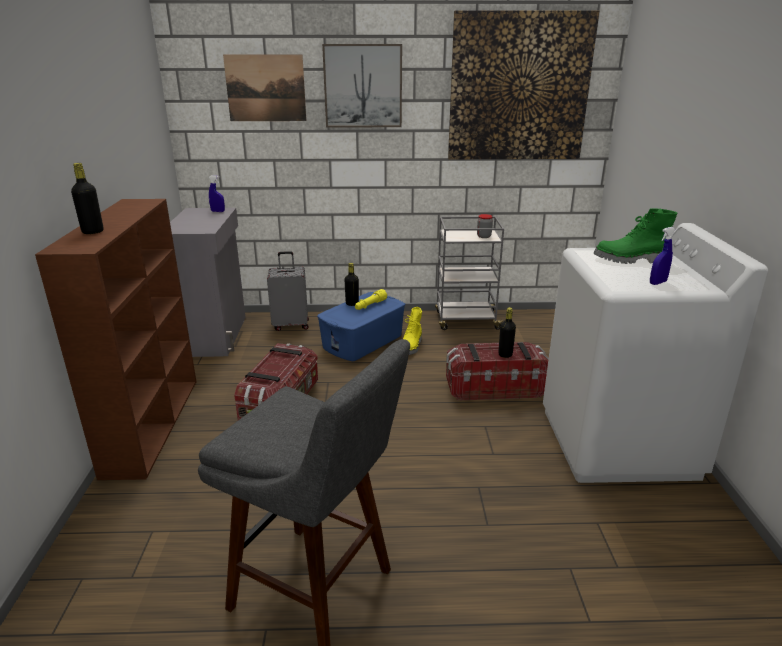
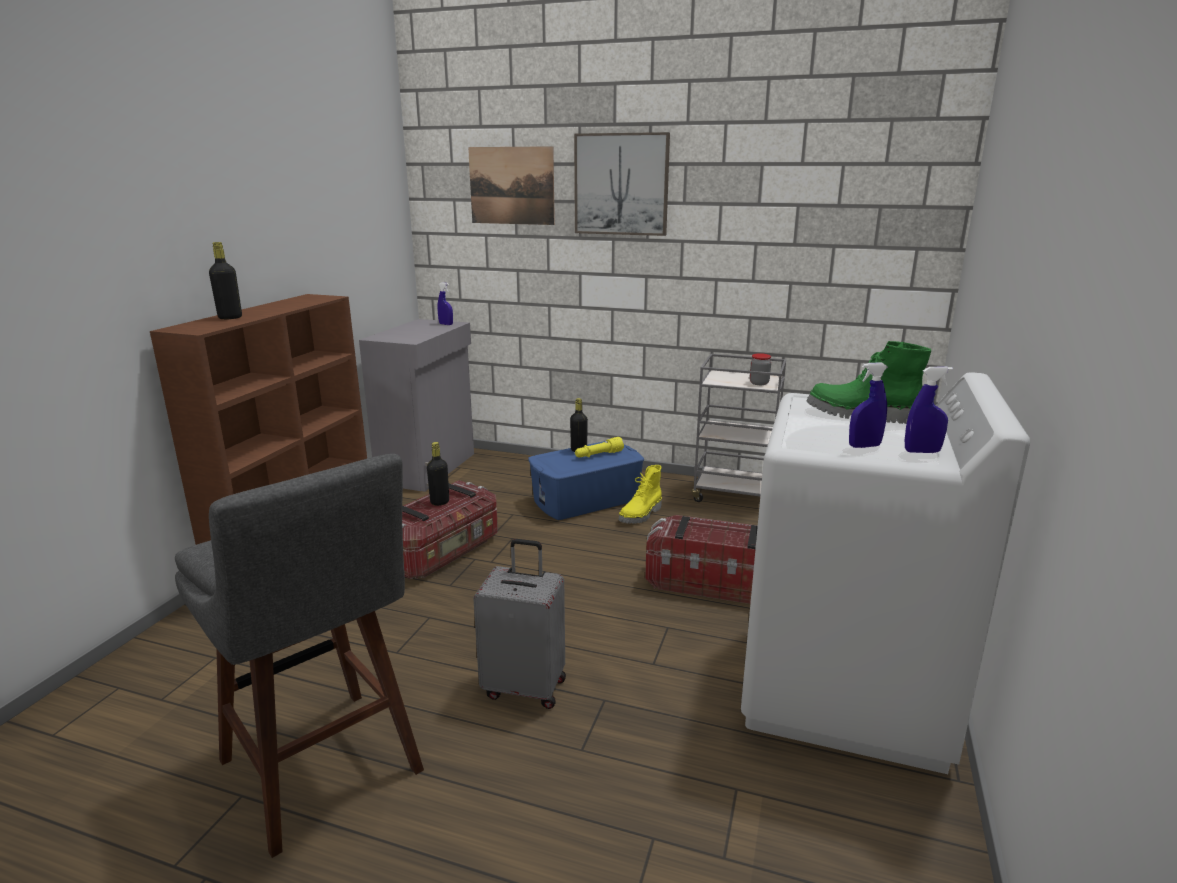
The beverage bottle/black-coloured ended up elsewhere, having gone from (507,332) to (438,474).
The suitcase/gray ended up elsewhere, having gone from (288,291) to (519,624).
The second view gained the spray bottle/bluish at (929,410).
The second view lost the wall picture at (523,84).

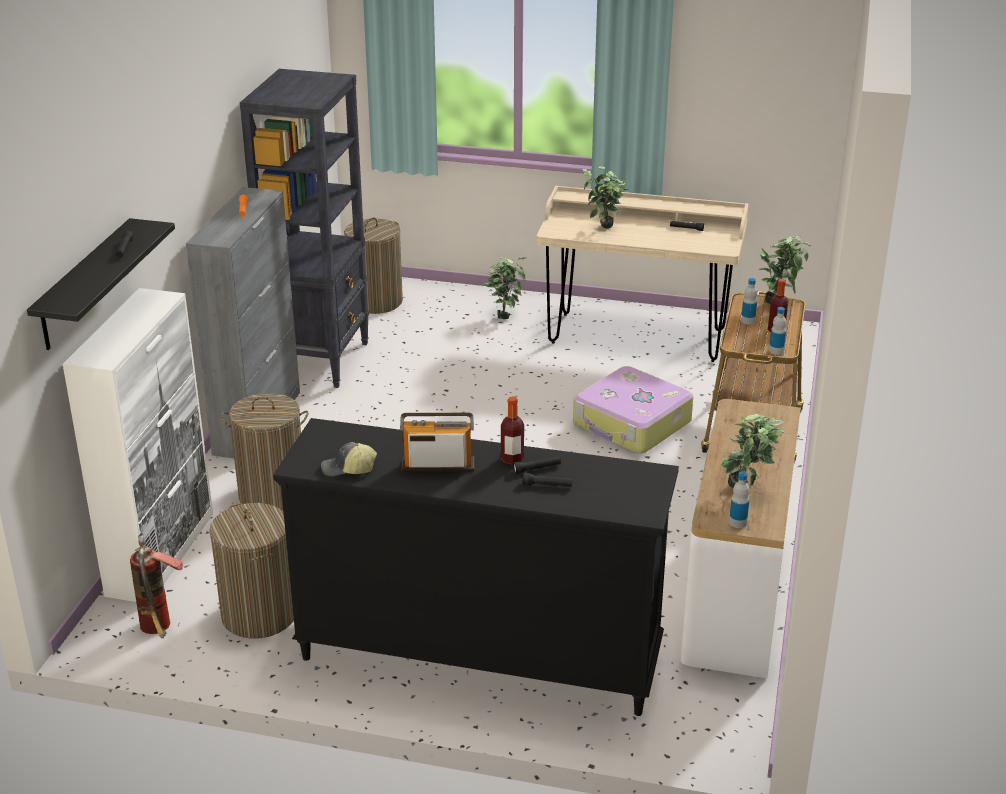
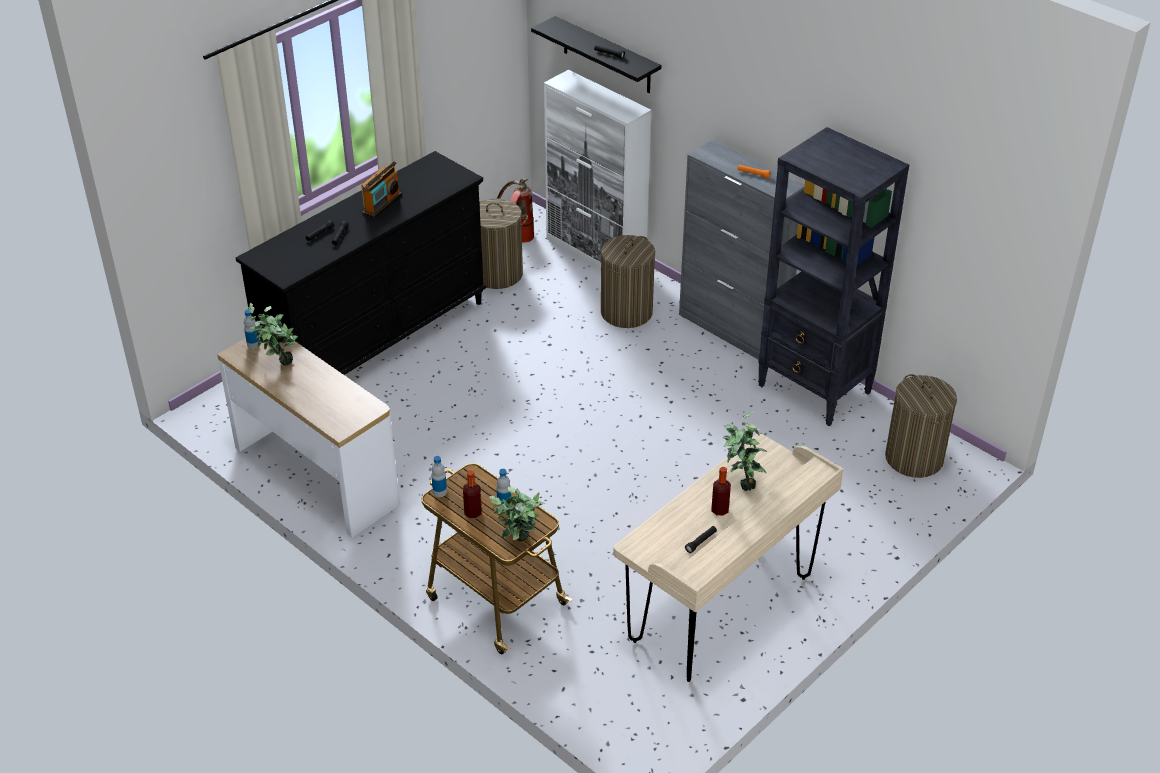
The beverage bottle ended up elsewhere, having gone from (512,430) to (721,491).
The second view lost the baseball cap at (349,459).
The second view lost the plant in a pot at (505,288).
The second view lost the suitcase at (633,410).

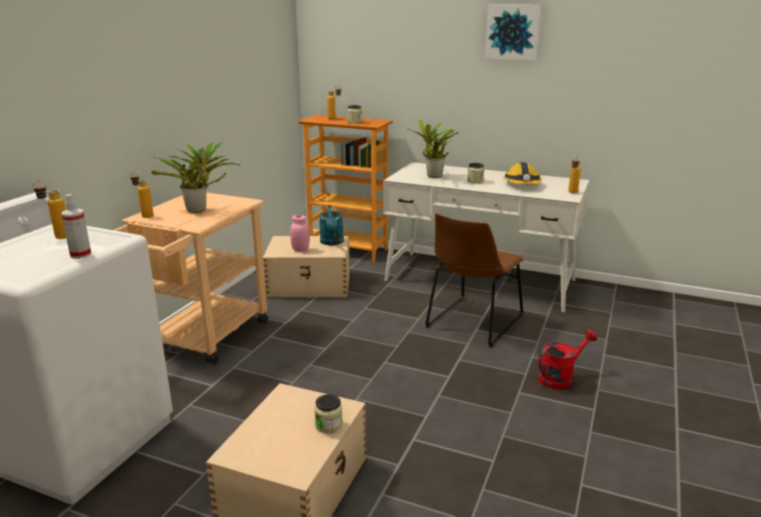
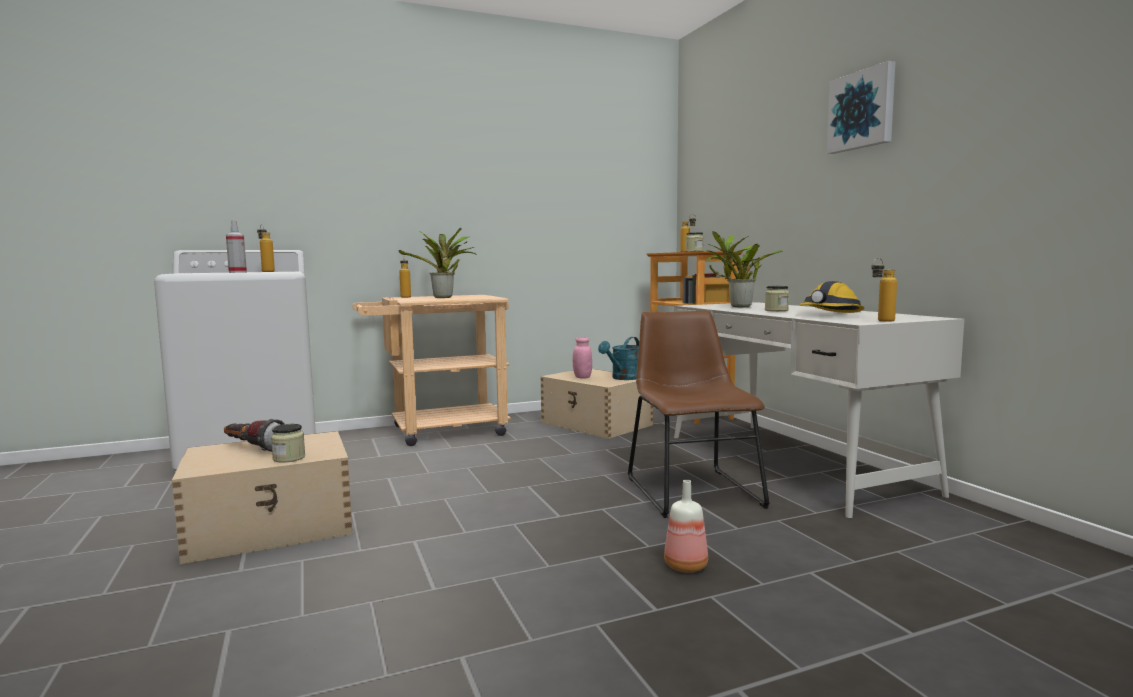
The second view gained the flashlight at (254,435).
The plain chair/brown-coloured at (474,280) ended up facing another way, 90 degrees clockwise from before.
Where the watering can/reddish stood at (567,359), the beverage bottle came to stand at (686,526).

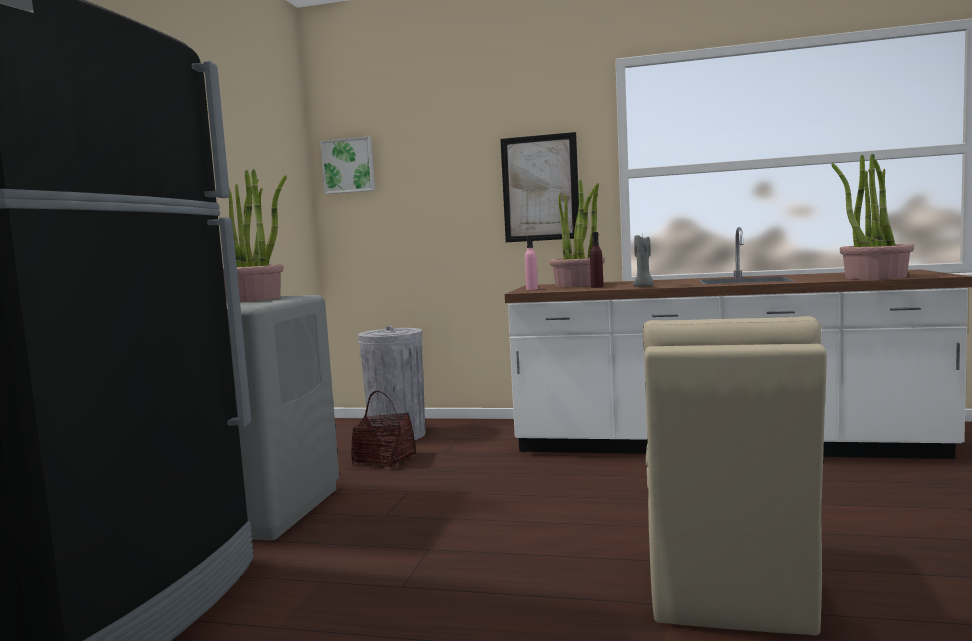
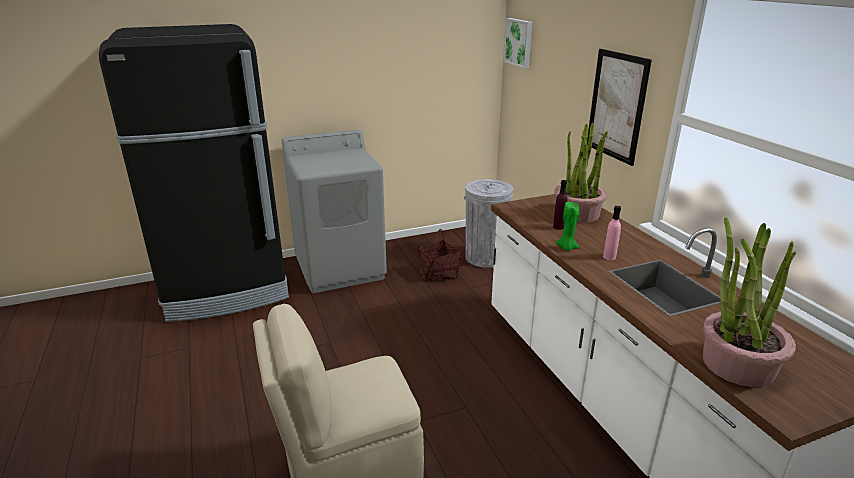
What was the wax candle/gray at (643,261) turned into the wax candle/green at (567,226).
The beverage bottle/pink ended up elsewhere, having gone from (531,263) to (612,233).
The second view lost the plant in a pot at (255,236).

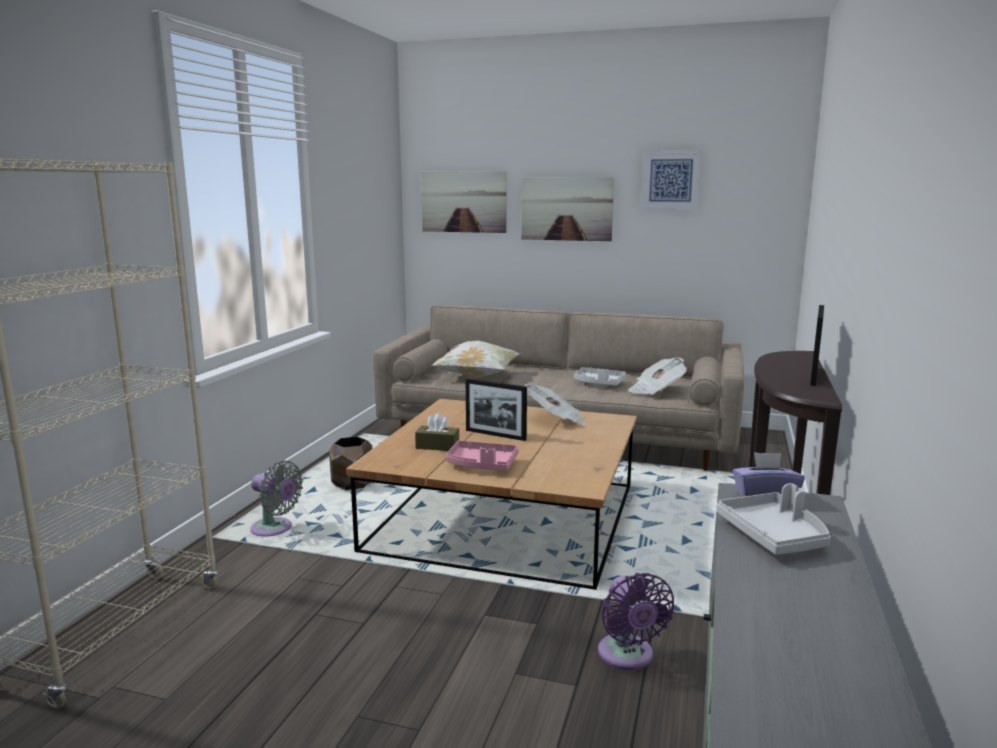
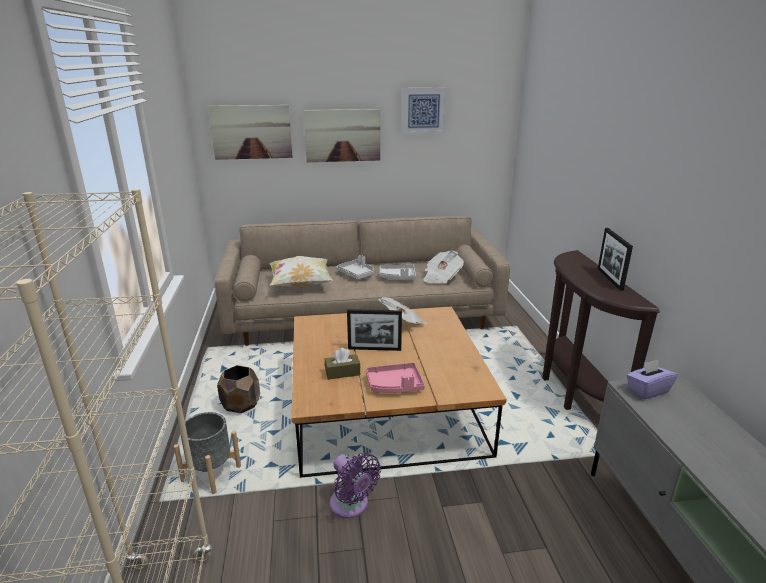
Where the fan/gray stood at (276,499), the planter/gray came to stand at (207,453).
The fan/purple-coloured ended up elsewhere, having gone from (636,621) to (355,485).
The serving tray/gray ended up elsewhere, having gone from (773,519) to (355,267).

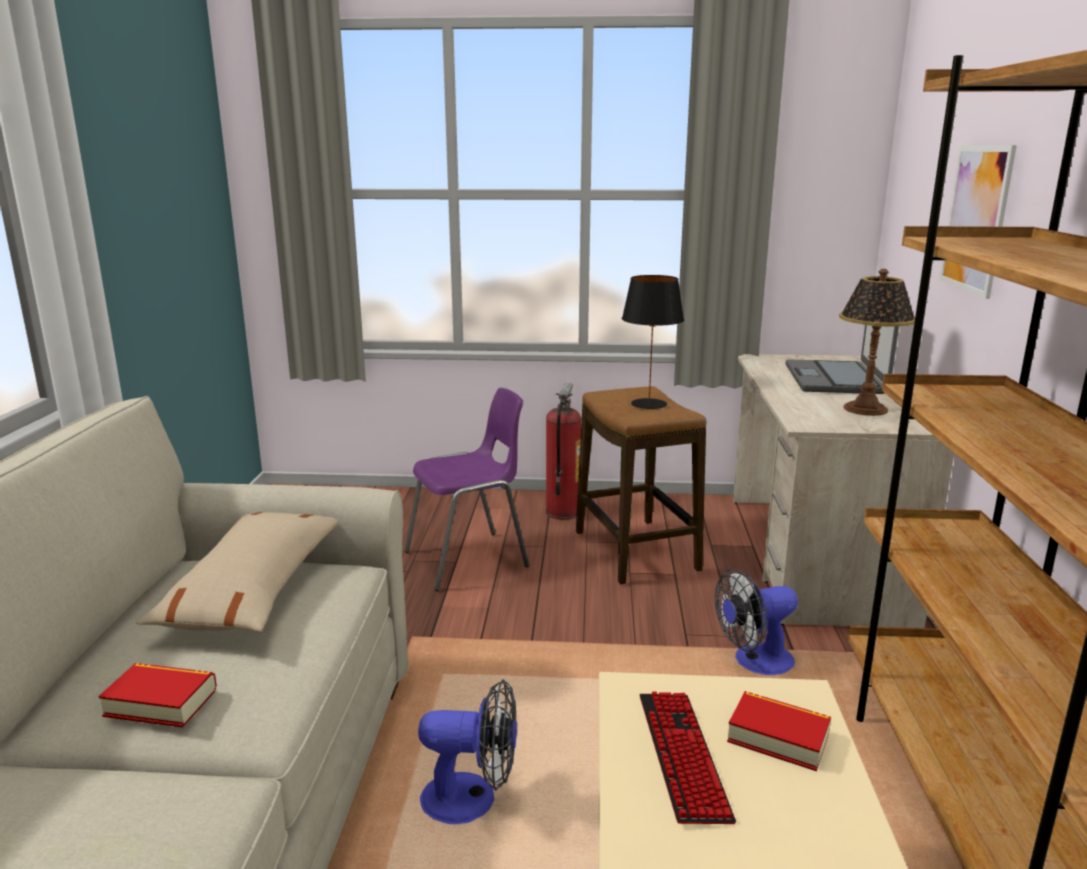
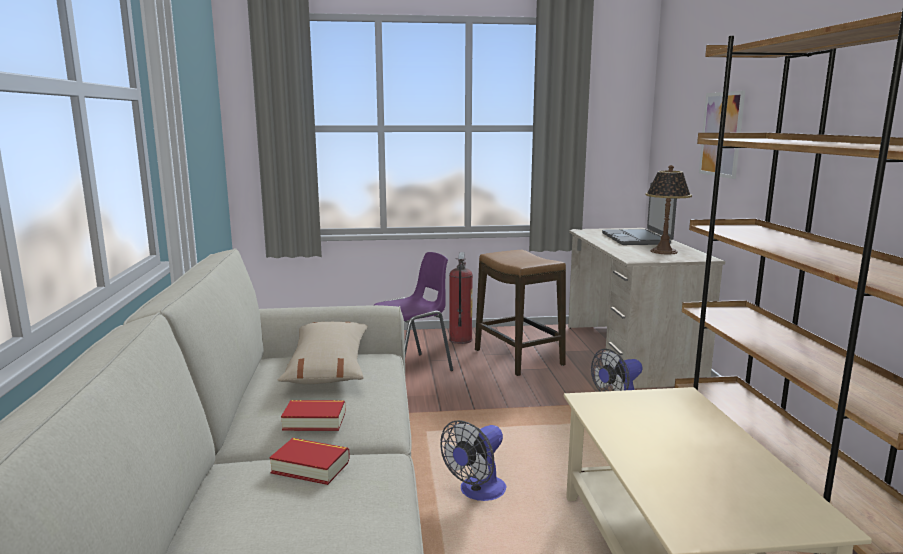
The bound book ended up elsewhere, having gone from (779,731) to (309,461).
The fan at (467,751) ended up facing another way, 135 degrees clockwise from before.
The second view lost the table lamp/black-coloured at (653,342).
The second view lost the keyboard at (687,757).

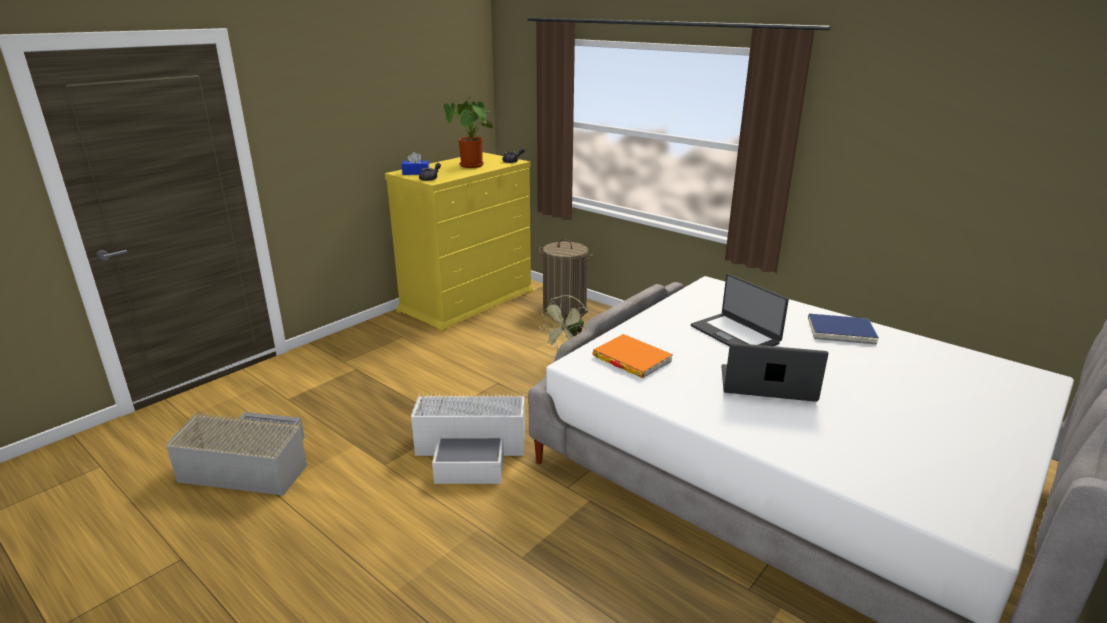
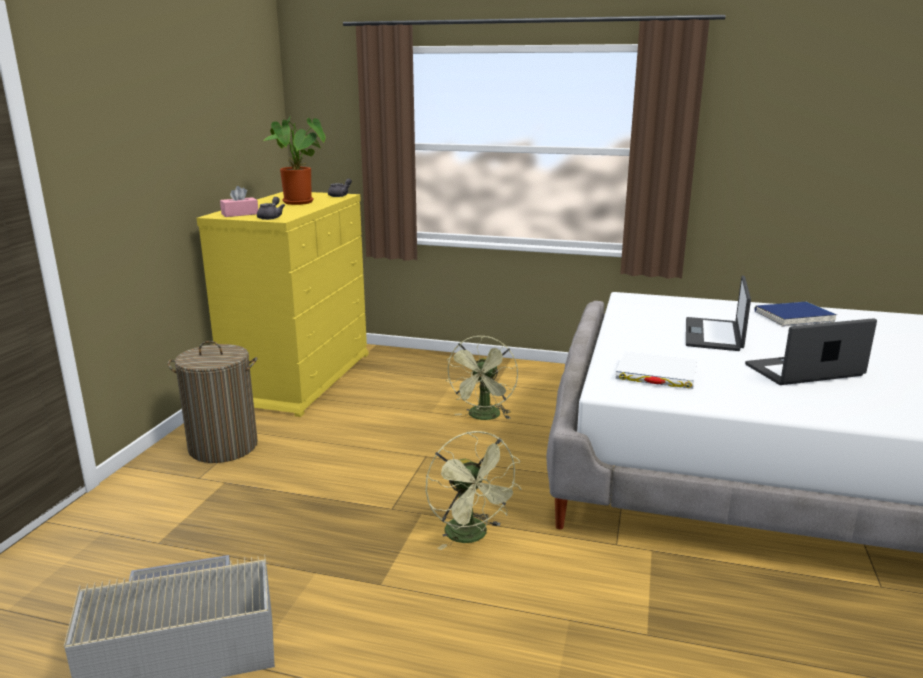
The washing basket ended up elsewhere, having gone from (566,278) to (213,402).
What was the tissue box/bluish at (415,163) turned into the tissue box/pink at (239,201).
Where the storage container/white-coloured stood at (468,439), the fan/green came to stand at (474,490).
What was the bound book/orangey at (632,356) turned into the bound book/white-coloured at (656,370).
The portable computer at (740,310) ended up facing another way, 75 degrees clockwise from before.

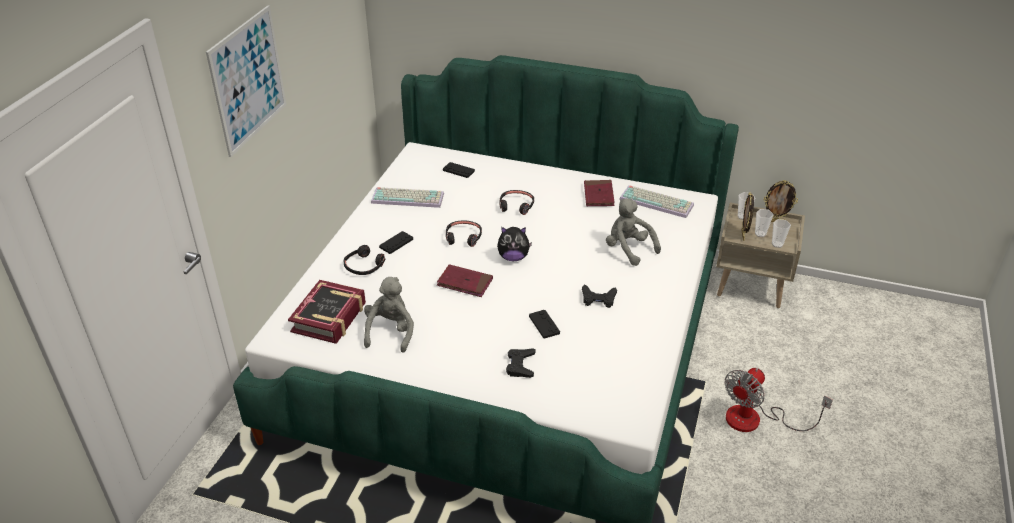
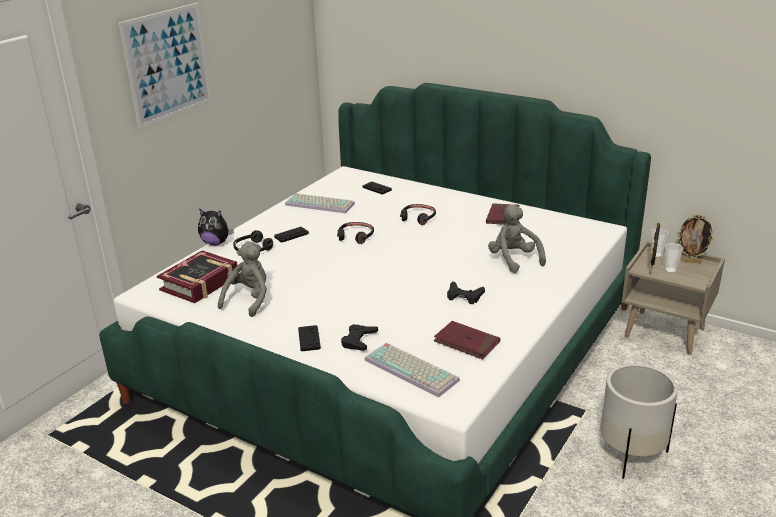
The soft toy ended up elsewhere, having gone from (514,244) to (216,227).
The joypad/black-coloured ended up elsewhere, having gone from (544,324) to (309,338).
The keyboard ended up elsewhere, having gone from (656,201) to (412,370).
The bound book/reddish ended up elsewhere, having gone from (465,280) to (467,340).
Where the fan stood at (779,400), the planter/white-coloured came to stand at (639,421).
The second view lost the drinking cup at (781,233).

